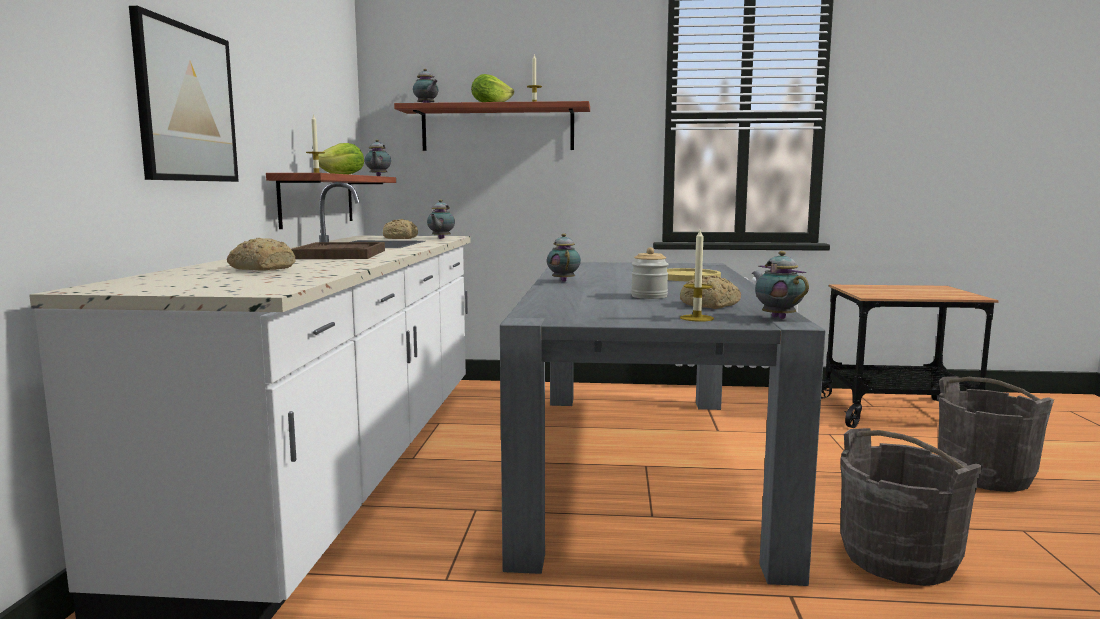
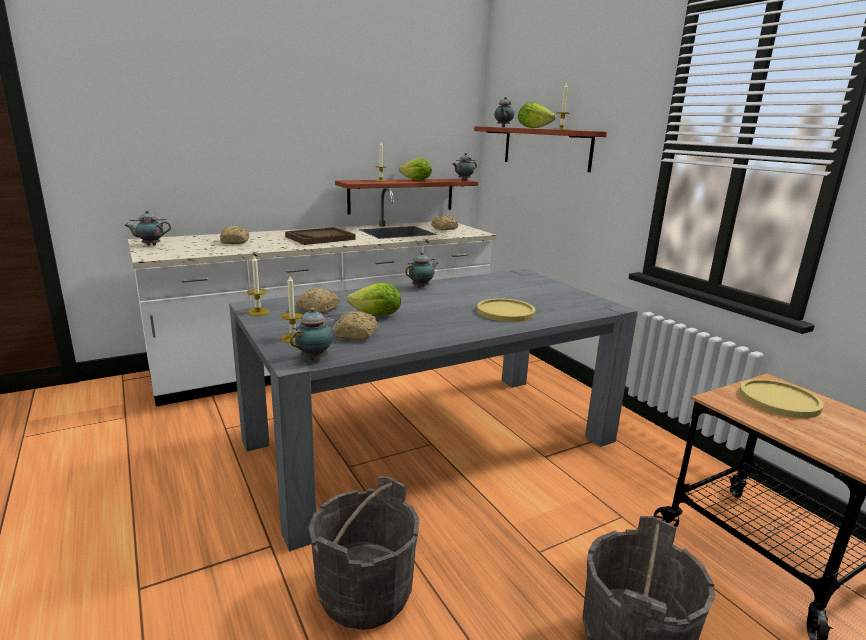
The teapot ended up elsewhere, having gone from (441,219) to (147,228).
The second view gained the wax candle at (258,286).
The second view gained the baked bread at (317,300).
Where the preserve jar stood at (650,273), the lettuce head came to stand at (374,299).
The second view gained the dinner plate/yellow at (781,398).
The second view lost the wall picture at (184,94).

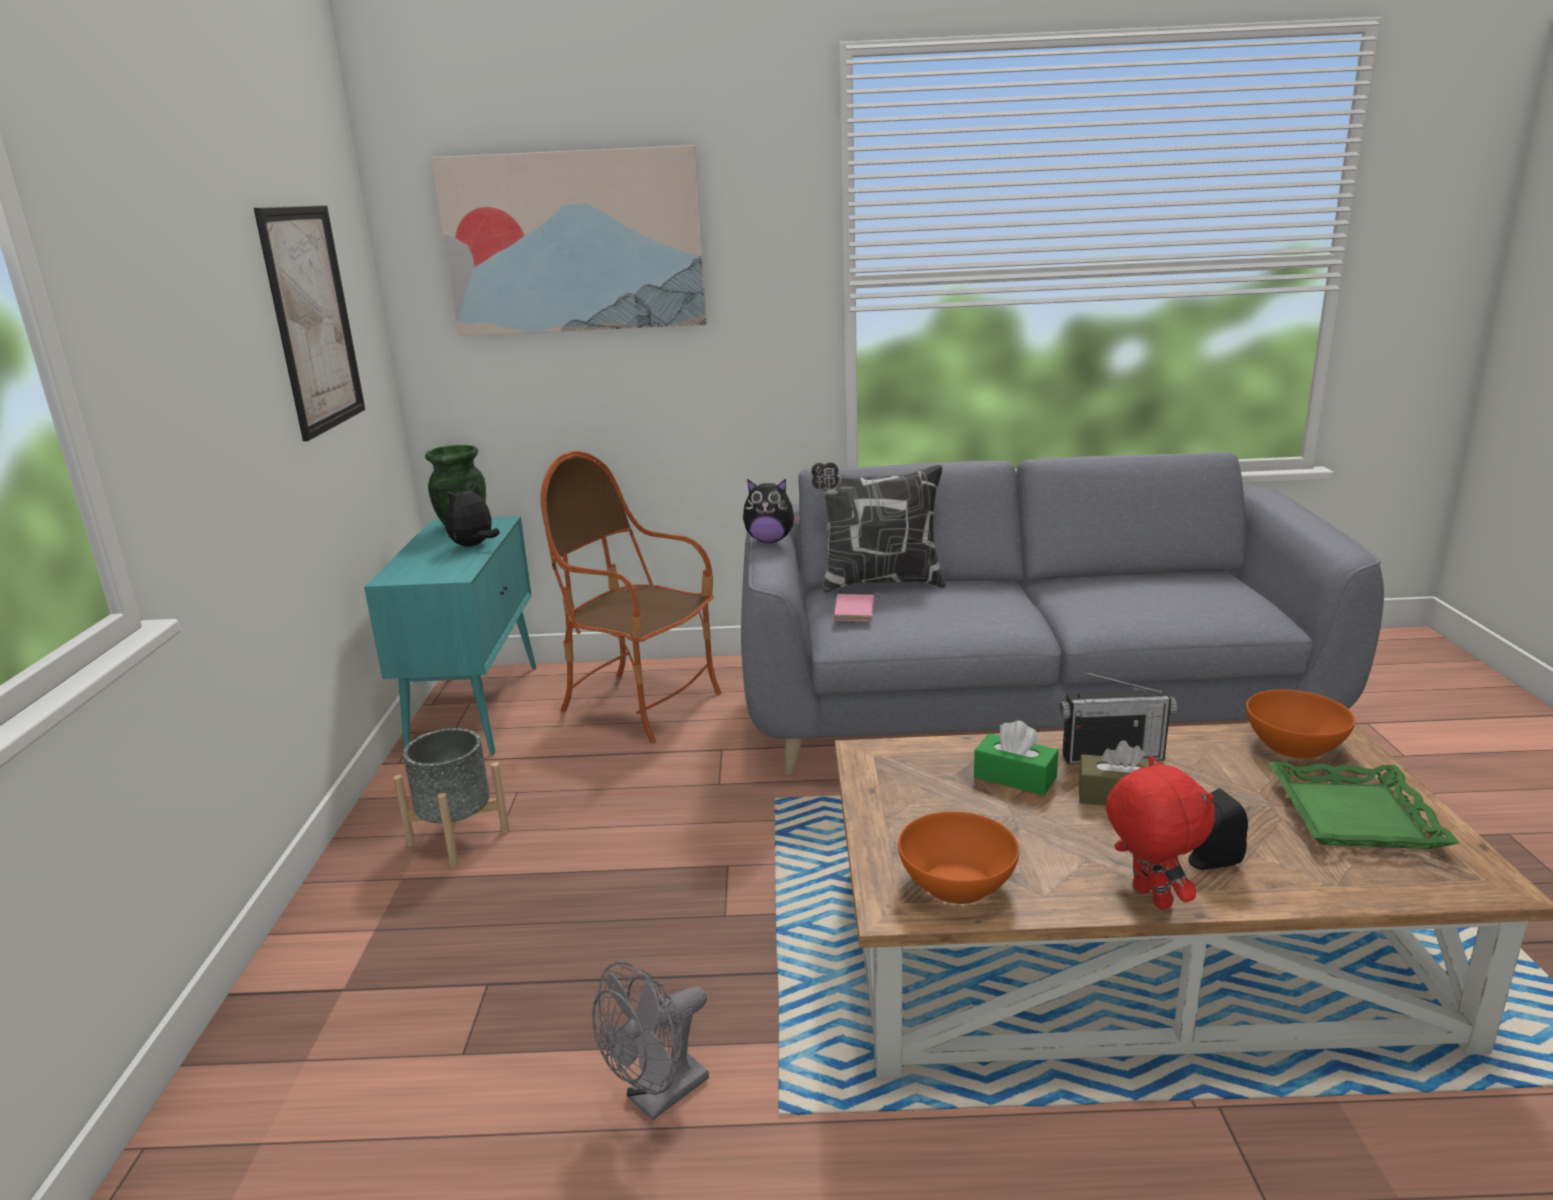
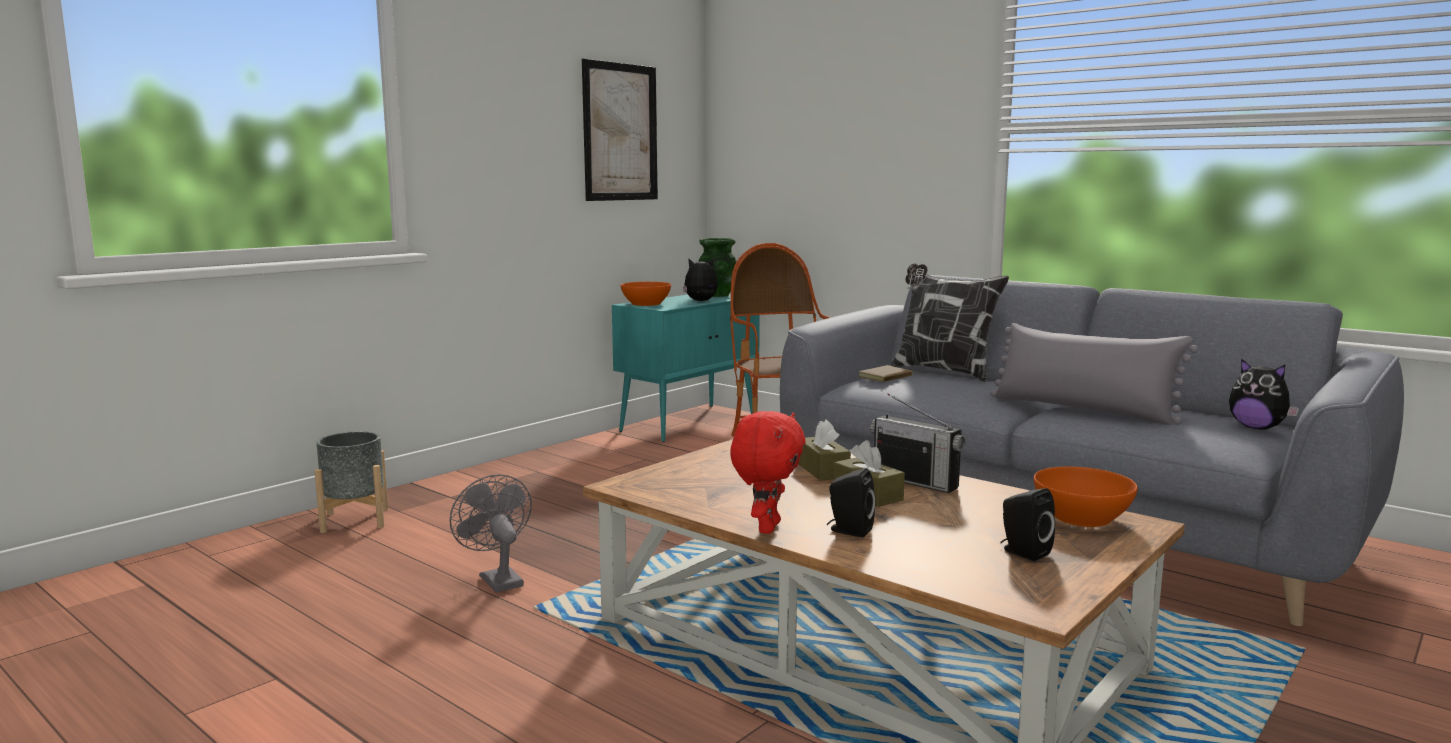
The planter/gray ended up elsewhere, having gone from (451,797) to (351,482).
The fan/gray at (650,1041) ended up facing another way, 60 degrees clockwise from before.
The bowl/orangey ended up elsewhere, having gone from (958,857) to (646,294).
What was the tissue box/green at (1016,757) turned into the tissue box/brown-coloured at (824,450).
What was the bound book/pink at (860,607) turned into the bound book/brown-coloured at (889,373).
The second view gained the throw pillow/gray at (1094,374).
Where the serving tray/green stood at (1364,805), the loudspeaker/black-coloured came to stand at (1028,524).
The soft toy ended up elsewhere, having gone from (771,511) to (1264,394).
The second view lost the wall picture at (569,240).

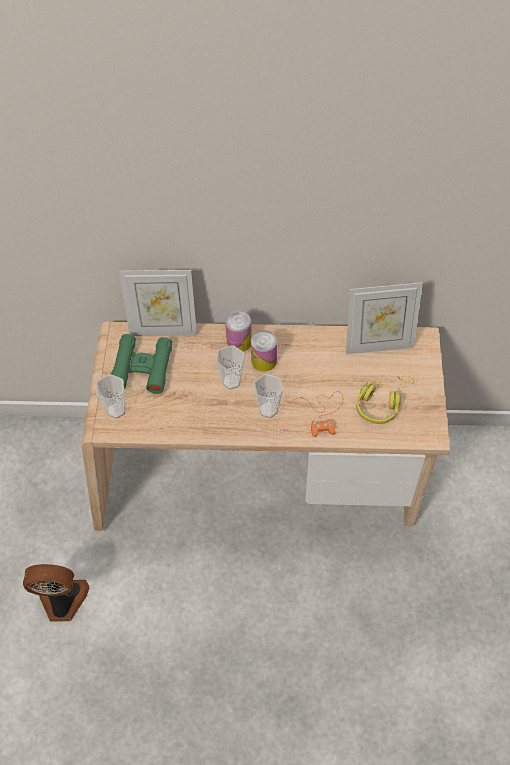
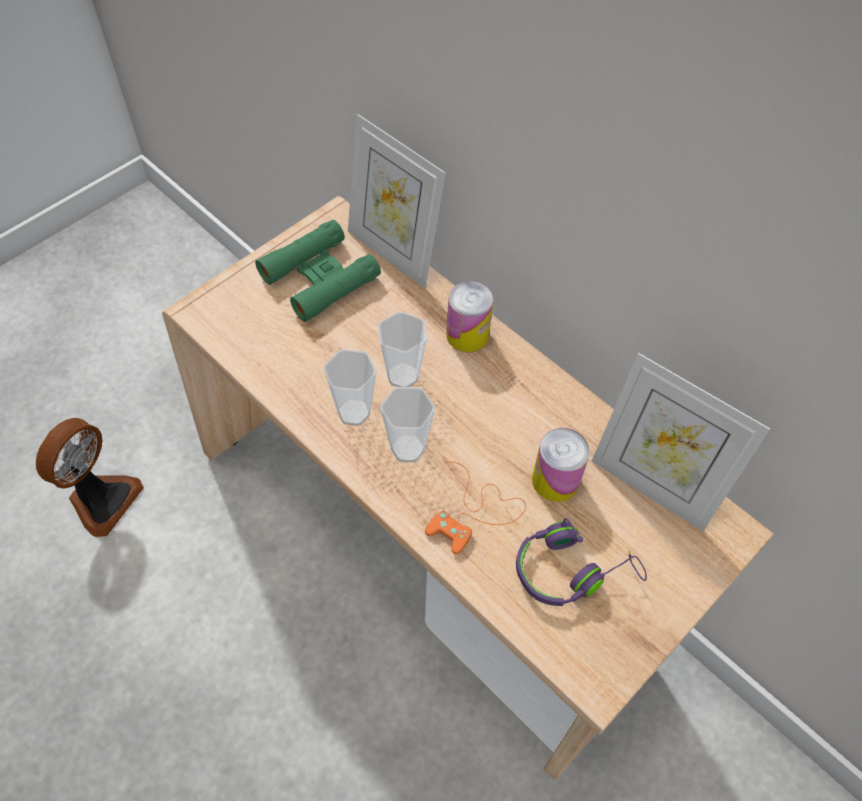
The fan at (56,593) ended up facing another way, 75 degrees clockwise from before.
The drinking cup ended up elsewhere, having gone from (110,396) to (350,387).
What was the headphones/yellow at (385,399) turned into the headphones/purple-coloured at (581,562).
The metal can ended up elsewhere, having gone from (264,350) to (561,465).

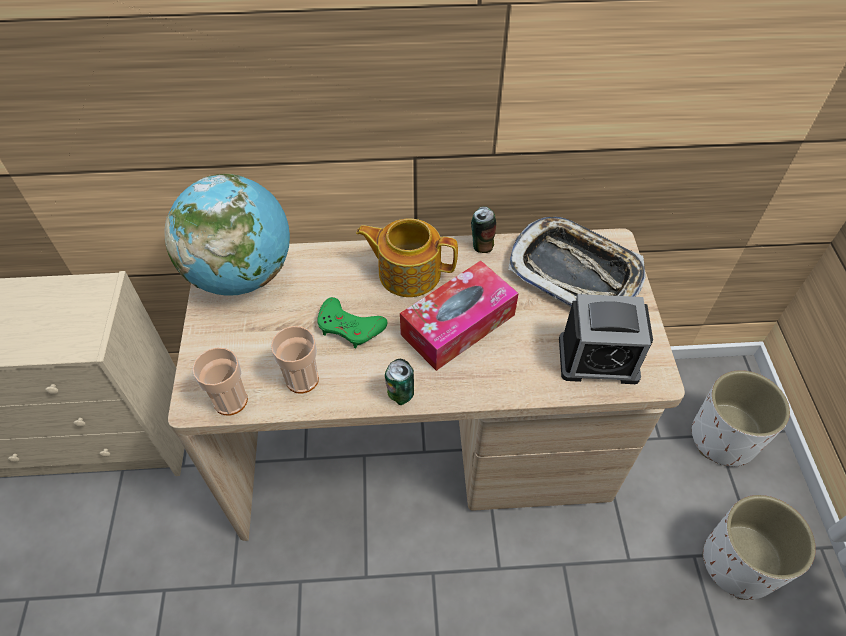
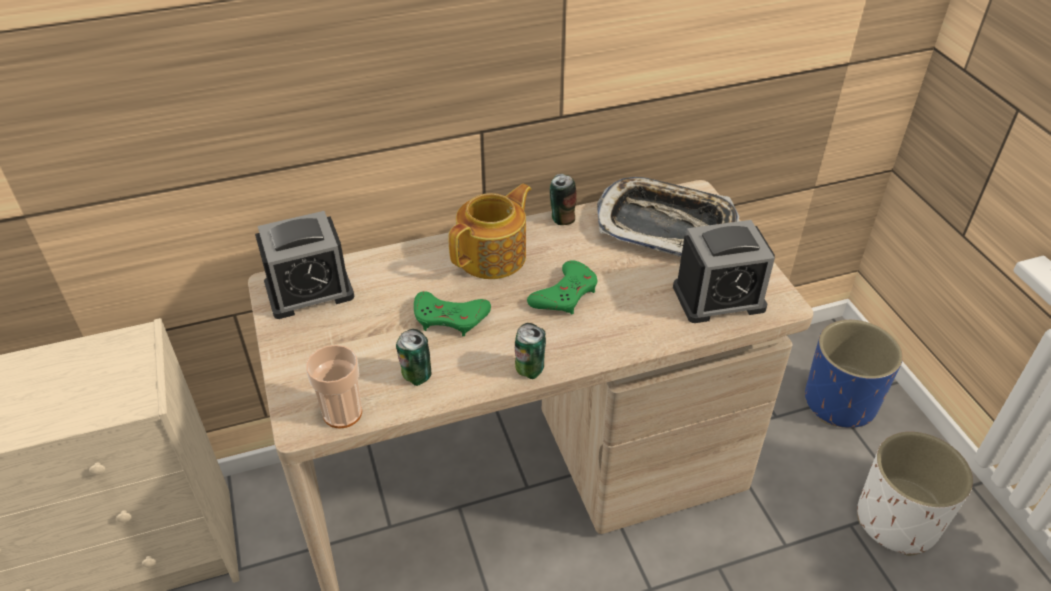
Where the desk globe stood at (227,234), the alarm clock came to stand at (304,265).
Where the drinking cup stood at (295,359), the metal can came to stand at (413,357).
The teapot at (407,258) ended up facing another way, 135 degrees clockwise from before.
Where the tissue box stood at (459,316), the joypad/green came to stand at (562,287).
What was the planter/white-coloured at (741,418) turned into the planter/bluish at (854,374).

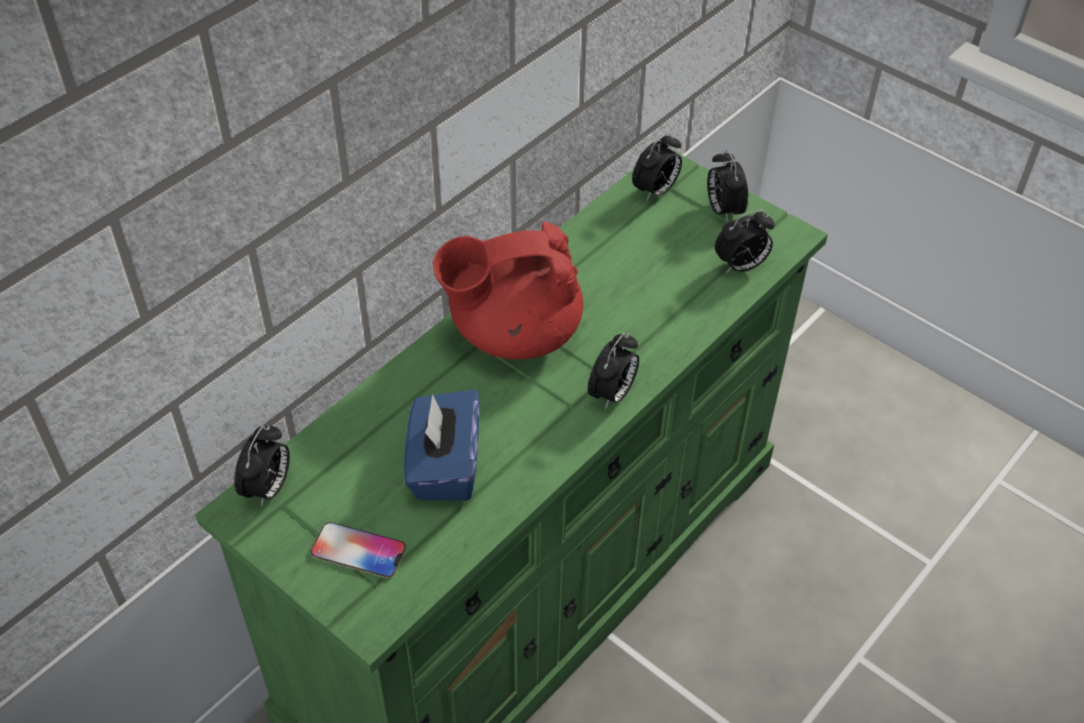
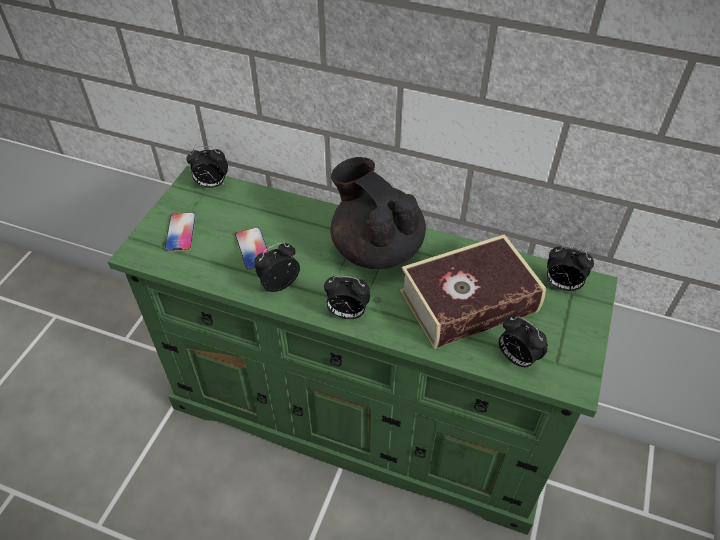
Where the tissue box/bluish stood at (442,445), the phone came to stand at (252,248).
The alarm clock ended up elsewhere, having gone from (727,186) to (277,267).
What was the teapot/reddish at (508,291) turned into the teapot/black-coloured at (378,213).
The second view gained the bound book at (473,291).

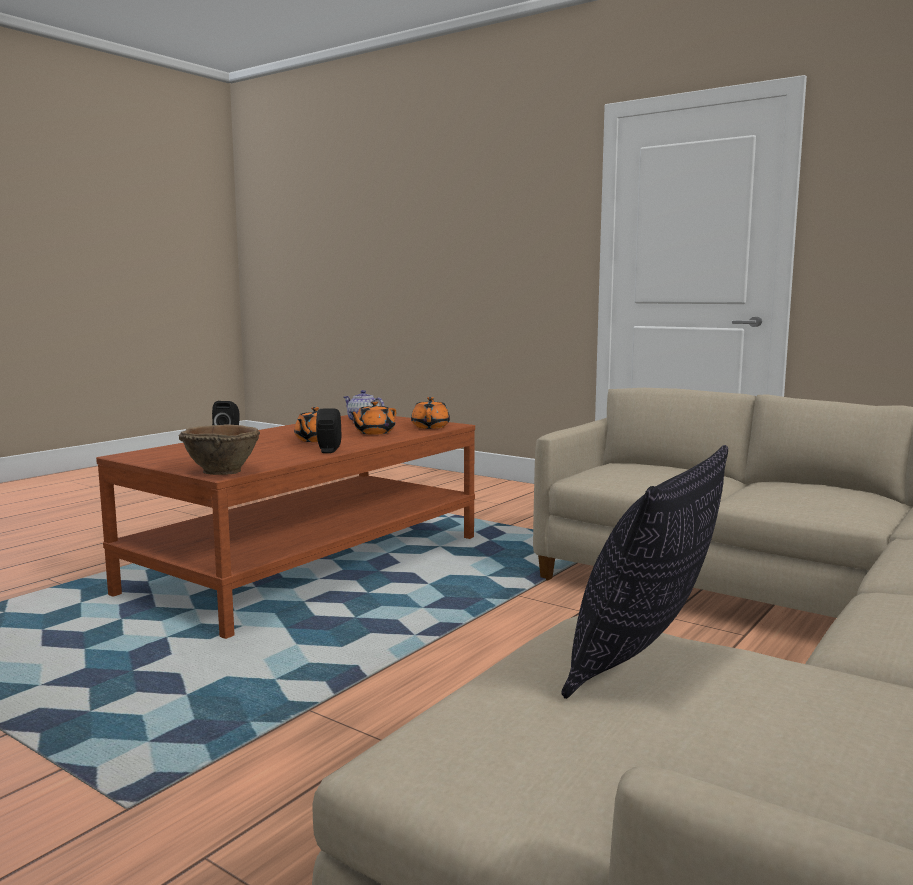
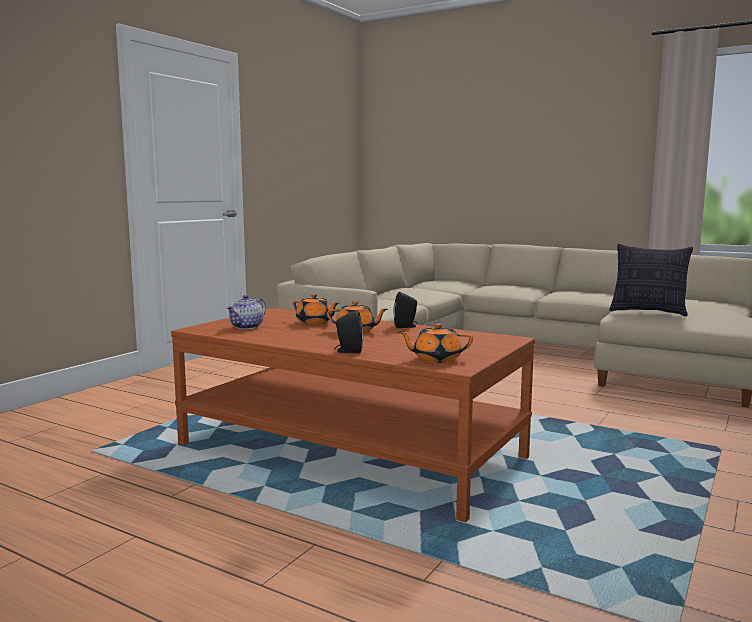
The teapot/orangey ended up elsewhere, having gone from (430,413) to (435,343).
The second view lost the bowl/brown-coloured at (219,449).

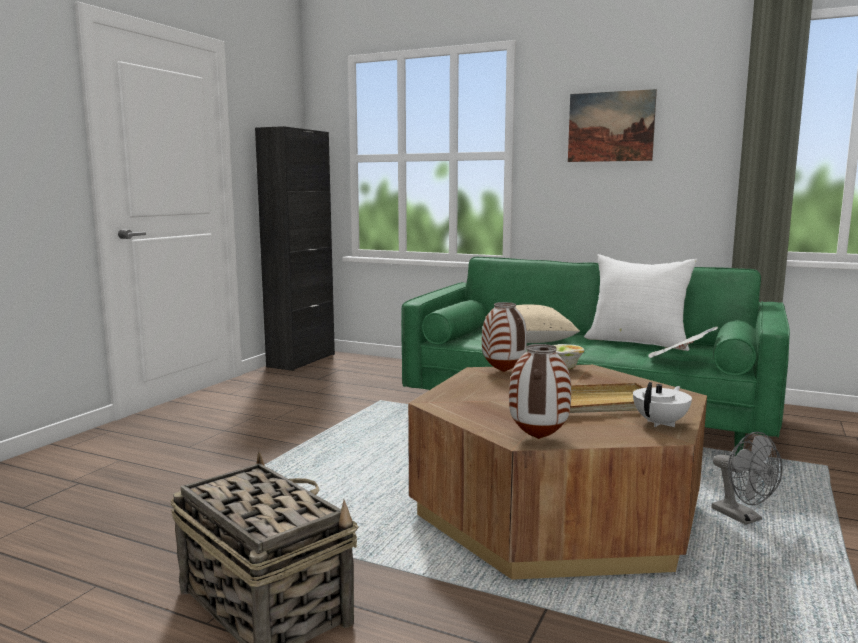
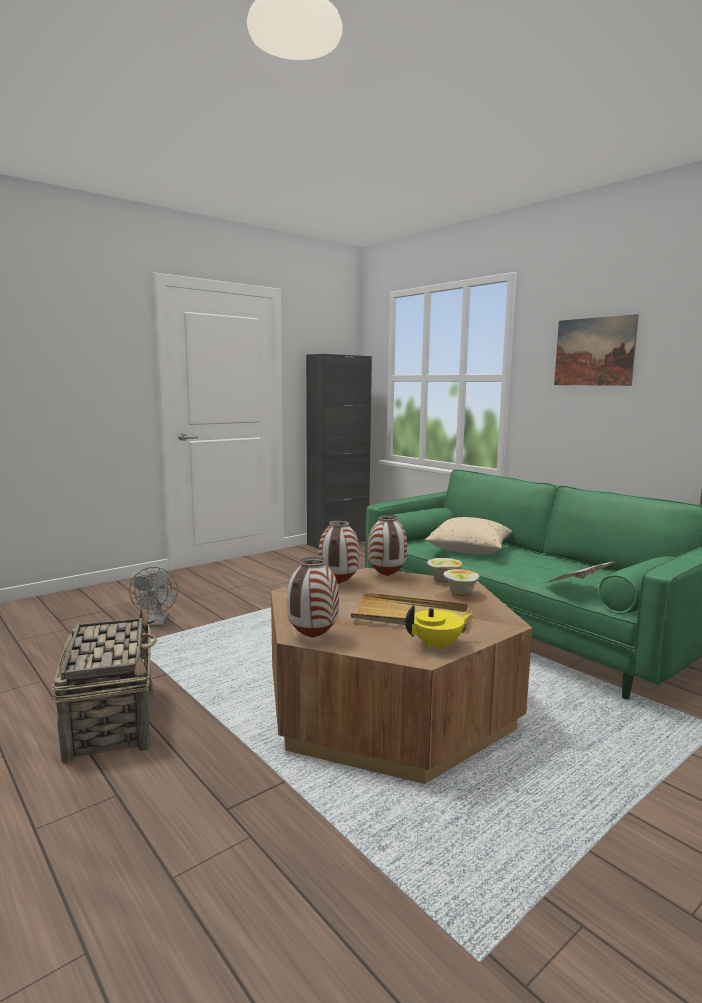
The fan/gray ended up elsewhere, having gone from (747,478) to (153,597).
The second view gained the vase at (339,552).
What was the teapot/white-coloured at (662,404) turned into the teapot/yellow at (438,628).
The second view gained the bowl at (461,582).
The second view lost the throw pillow/white-coloured at (640,302).

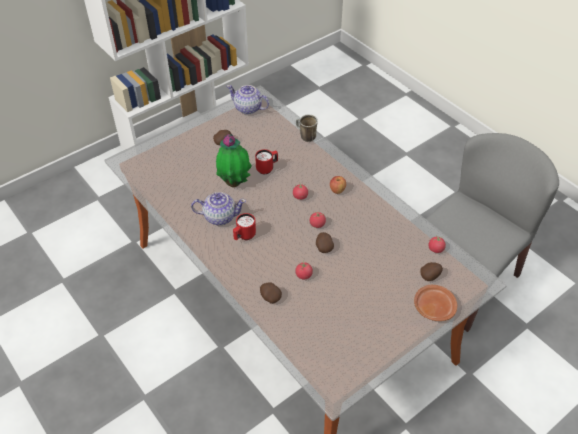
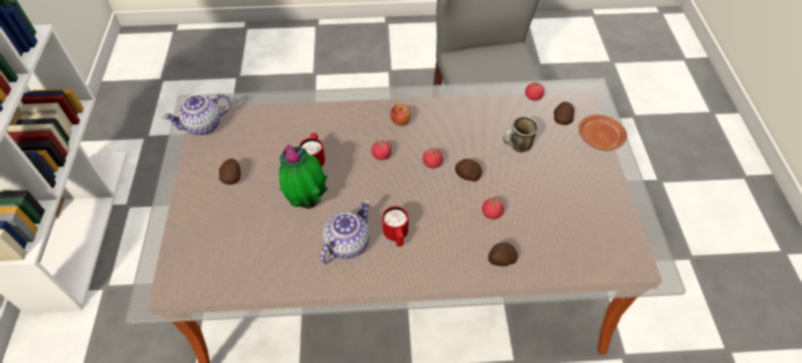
The mug ended up elsewhere, having gone from (307,128) to (520,134).

